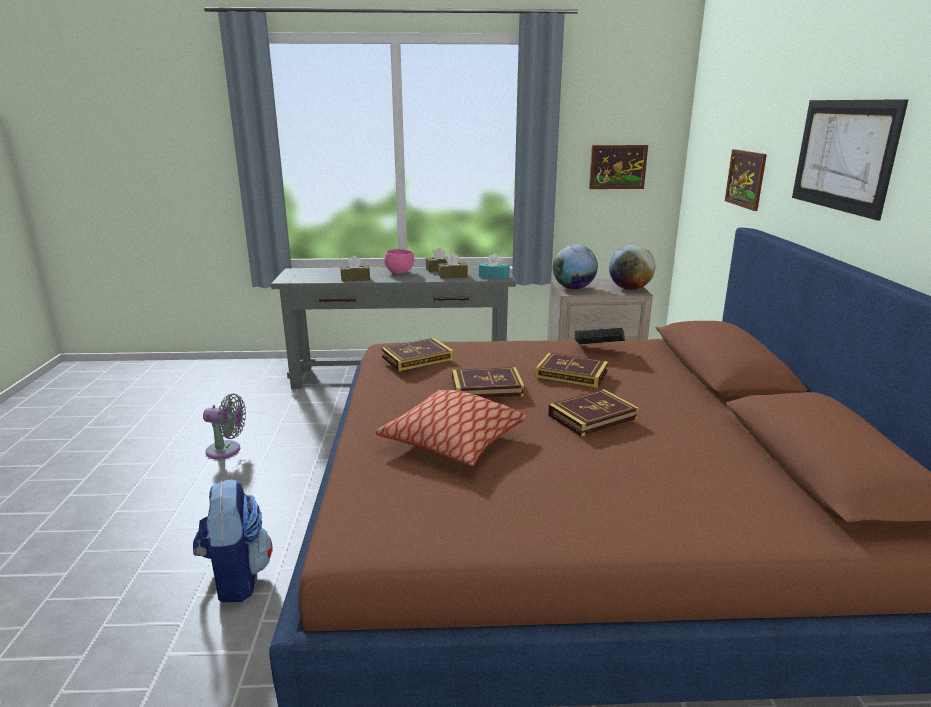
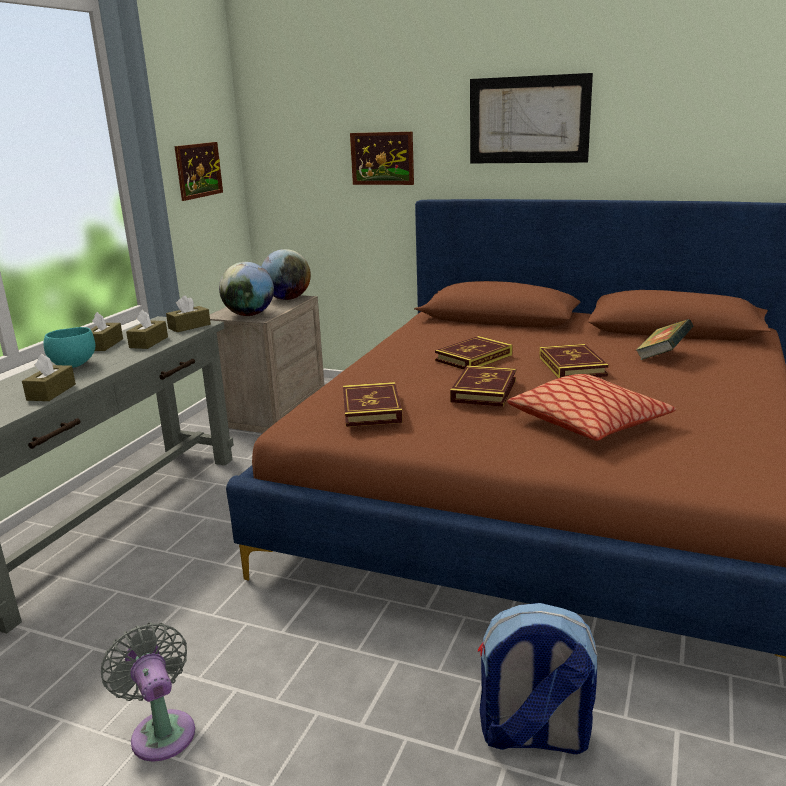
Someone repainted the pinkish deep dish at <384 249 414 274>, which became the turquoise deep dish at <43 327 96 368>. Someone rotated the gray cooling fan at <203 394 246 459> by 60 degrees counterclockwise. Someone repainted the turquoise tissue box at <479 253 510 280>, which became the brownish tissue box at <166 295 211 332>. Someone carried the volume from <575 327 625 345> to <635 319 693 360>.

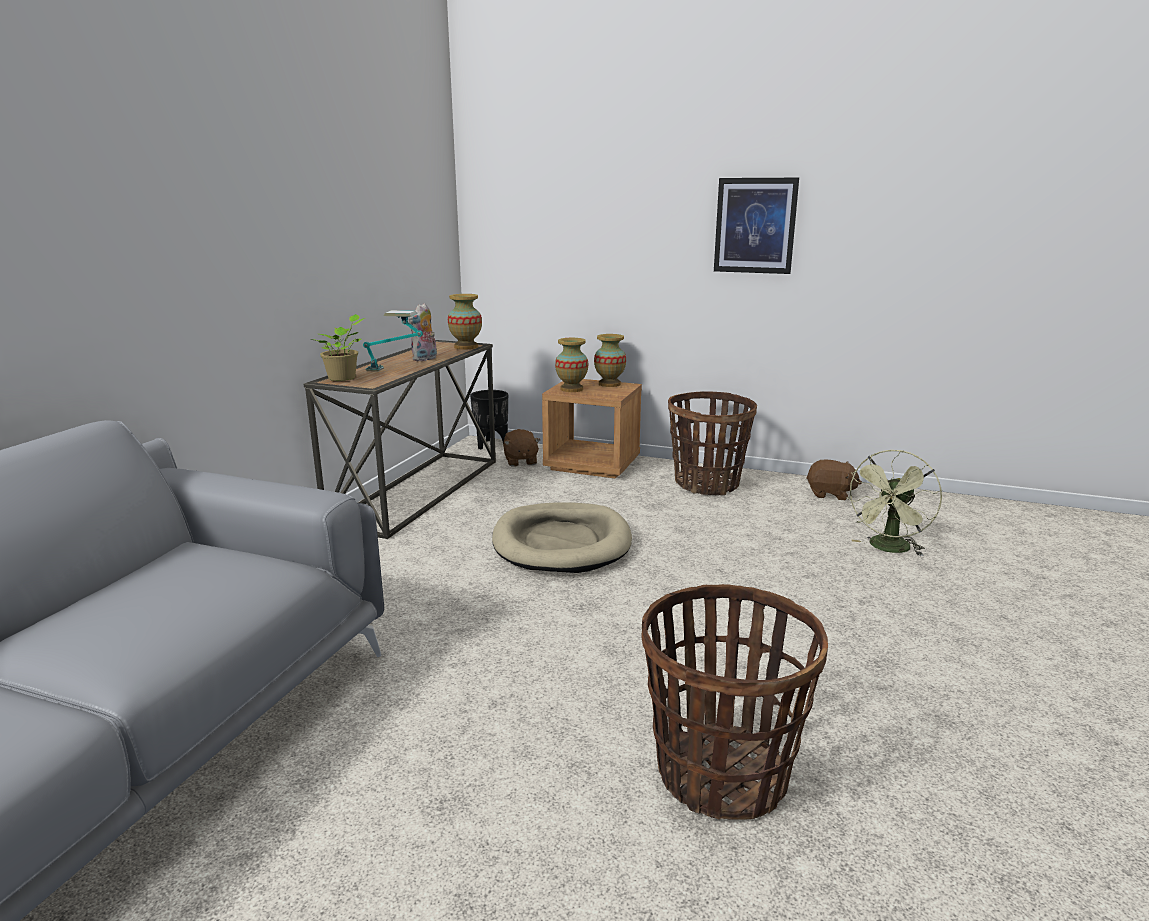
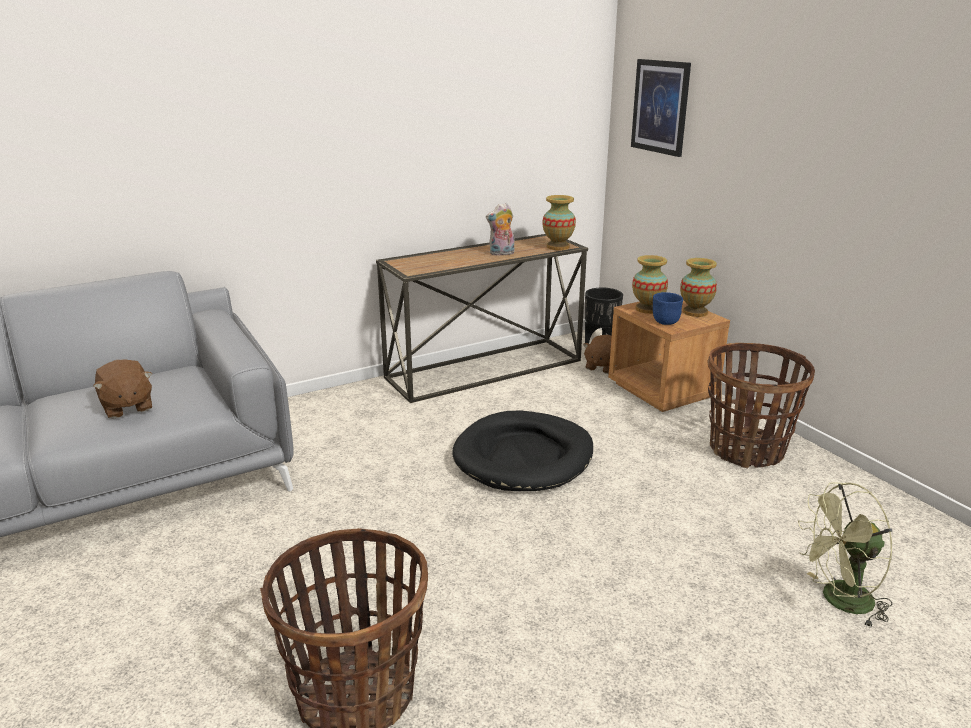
Someone carried the brownish cuddly toy from <806 460 862 500> to <93 359 152 419>. Someone repainted the beige-coloured dog cushion at <492 502 632 573>, which became the black-coloured dog cushion at <452 411 593 491>. Someone carried the picture from <714 178 799 274> to <631 59 691 157>. Someone put down the bluish deep dish at <653 292 683 325>. Someone took away the plant in a pot at <316 314 365 381>. Someone took away the tabletop lamp at <363 310 423 372>.

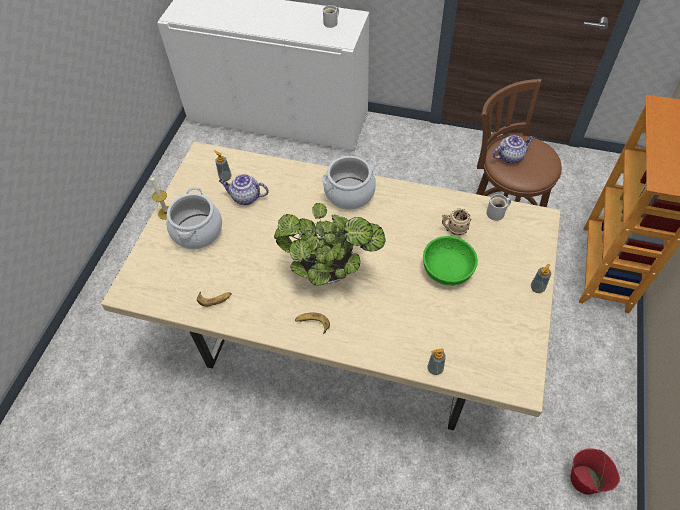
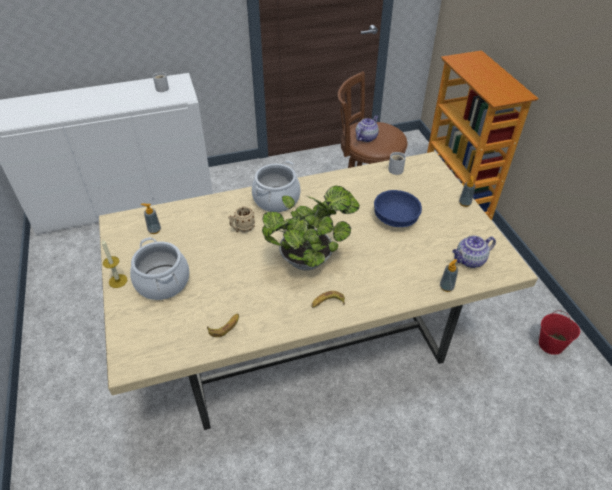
Someone carried the beige-coloured mug from <442 209 471 236> to <228 207 255 233>. Someone repainted the green deep dish at <423 236 478 286>, which became the bluish deep dish at <374 190 422 227>. Someone carried the tea pot from <219 174 268 205> to <452 235 496 268>.

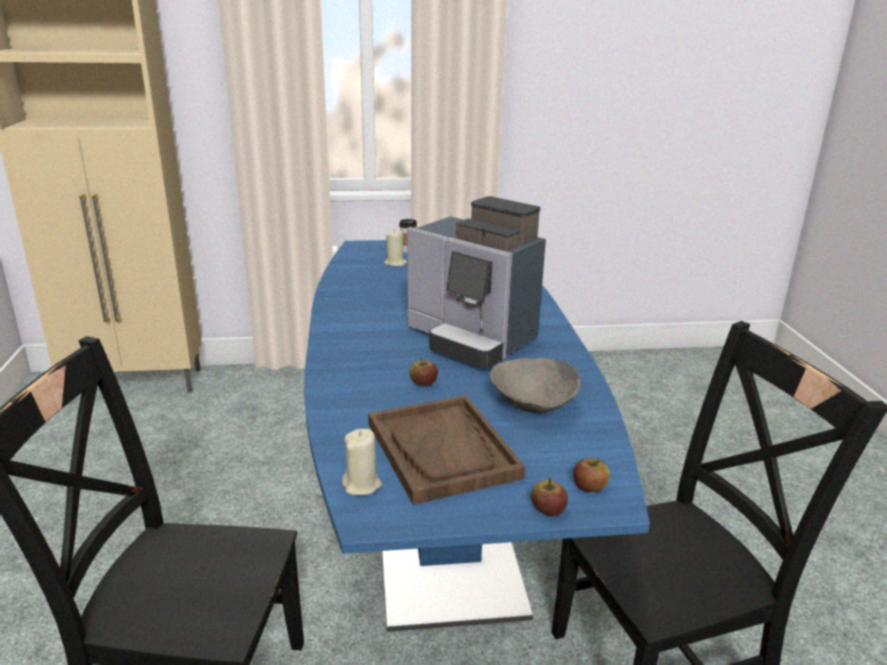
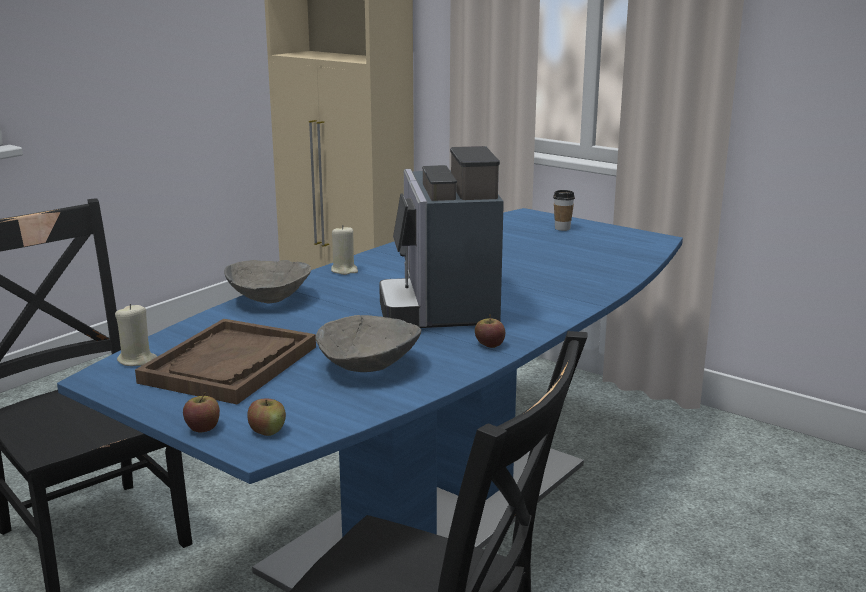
Someone put down the gray deep dish at <224 260 311 303>. Someone carried the beige-coloured candle from <384 230 407 266> to <331 225 358 275>. Someone carried the apple fruit from <409 358 438 386> to <475 314 505 348>.

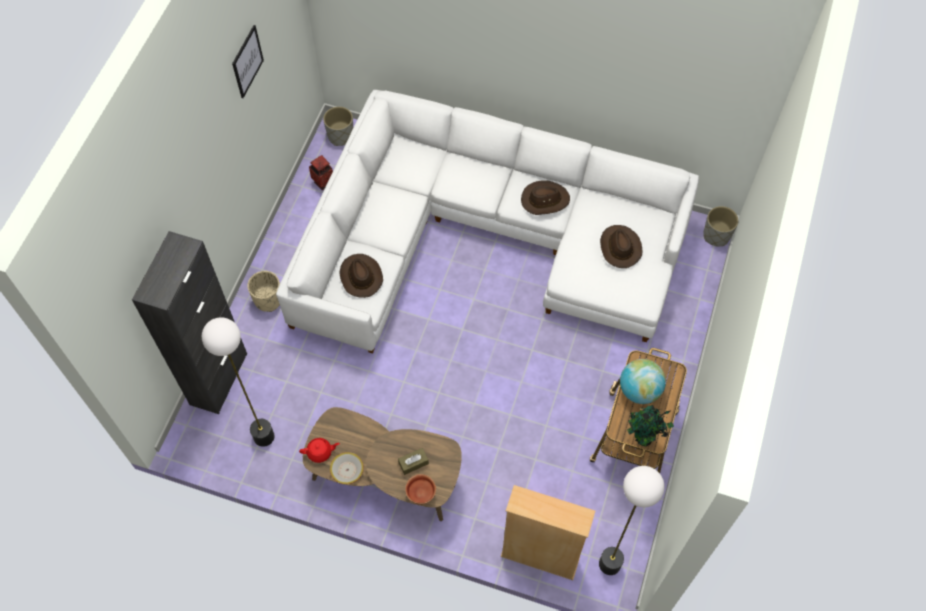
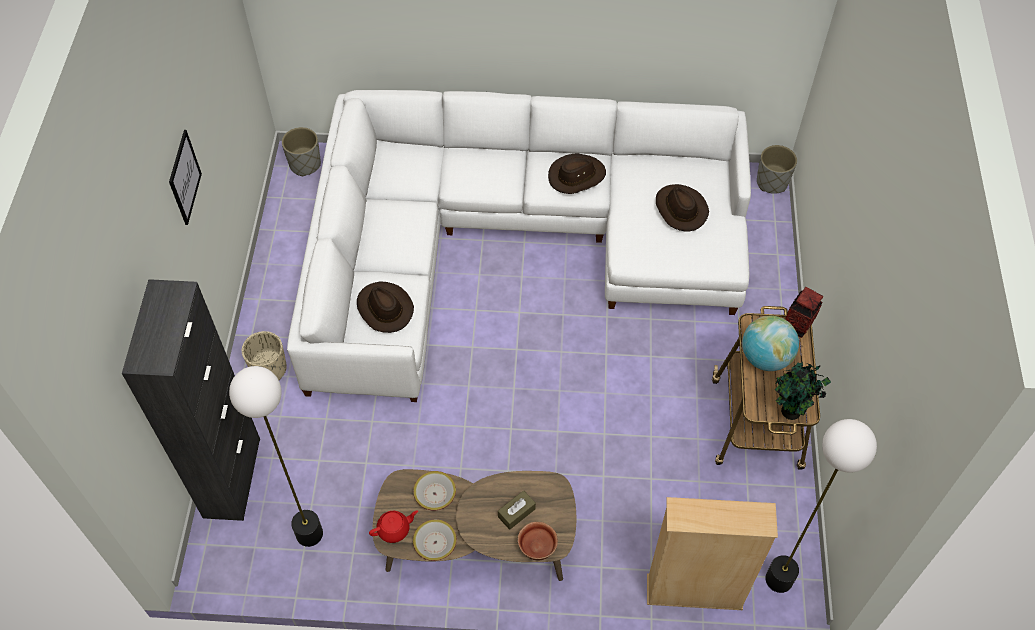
Someone carried the picture from <232 25 264 98> to <169 130 202 225>. Someone put down the deep dish at <413 471 456 511>. Someone carried the vase from <309 155 333 190> to <785 287 823 338>.

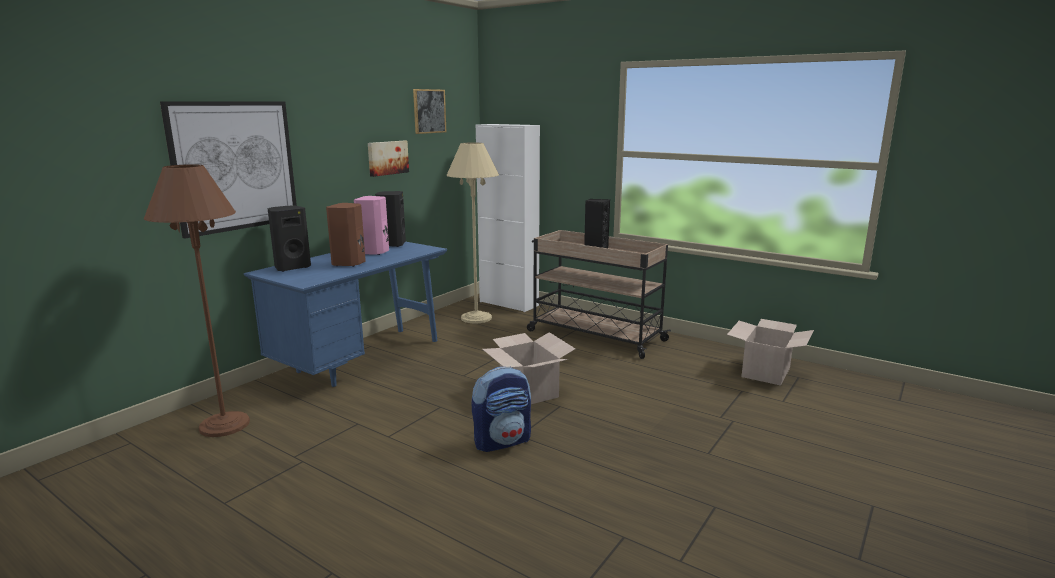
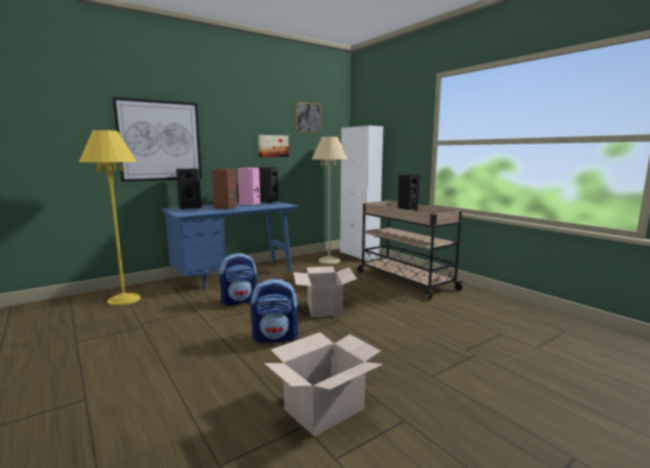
Someone repainted the brownish standard lamp at <144 164 250 437>, which became the yellow-coloured standard lamp at <79 130 141 306>. Someone put down the knapsack at <219 253 257 306>. Someone carried the carton from <727 319 814 386> to <264 332 383 437>.

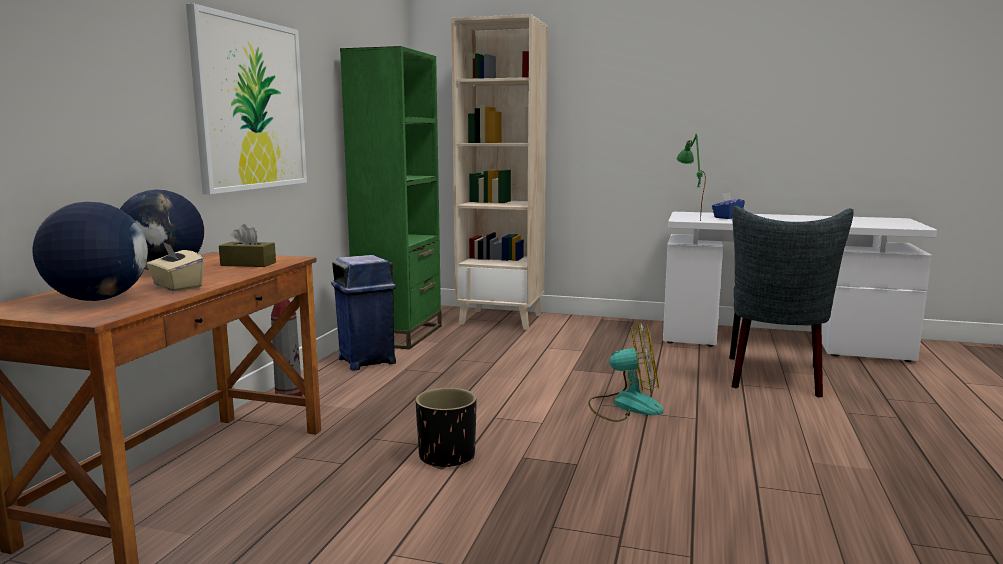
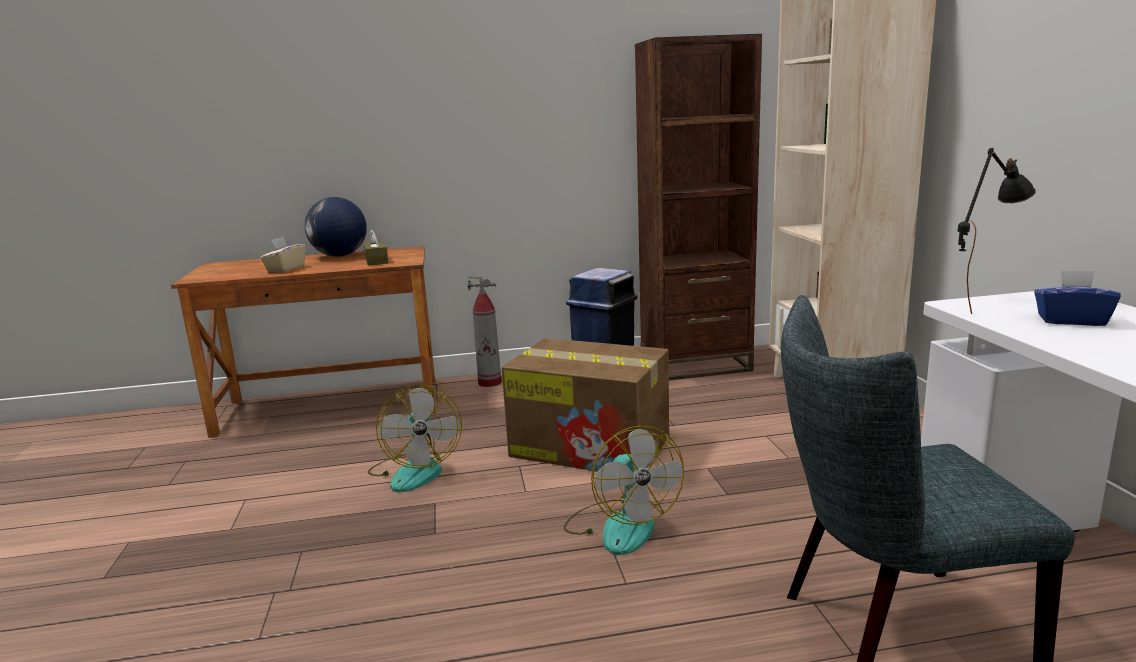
Someone swapped the black-coloured flower pot at <415 387 477 470> for the cooling fan at <368 385 462 492>. Someone put down the carton at <502 338 669 472>. Someone repainted the green bookcase at <340 46 442 350>, which became the brownish bookcase at <635 34 762 380>. Someone repainted the green tabletop lamp at <677 134 706 221>, which became the black-coloured tabletop lamp at <957 148 1036 314>. Someone took away the desk globe at <33 202 148 301>. Someone took away the picture at <186 4 307 194>.

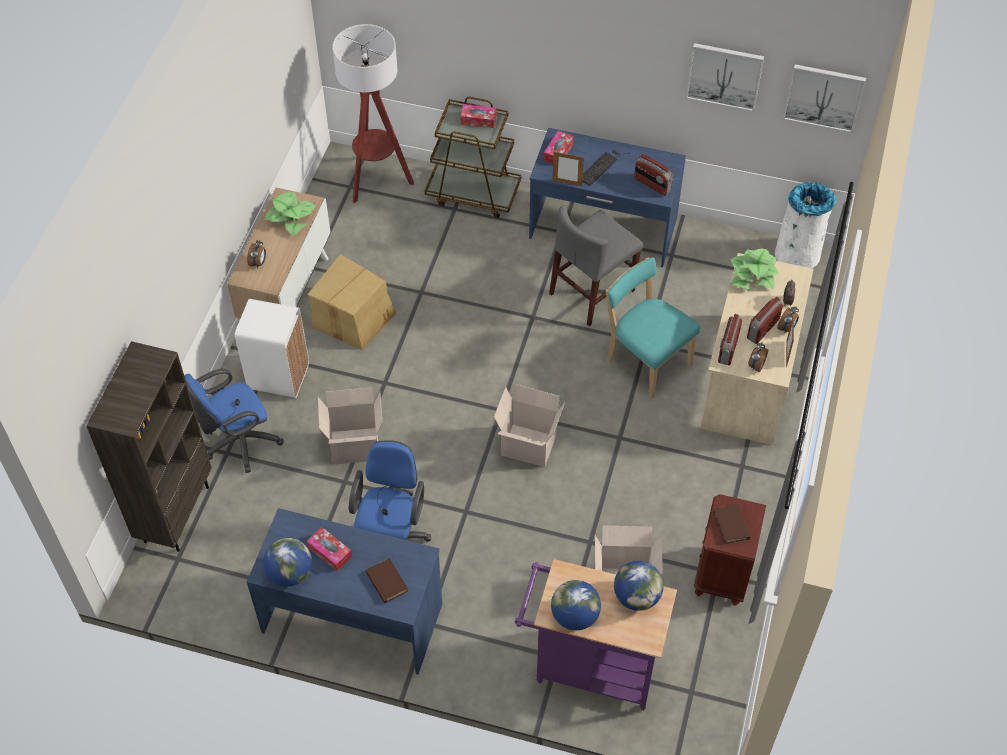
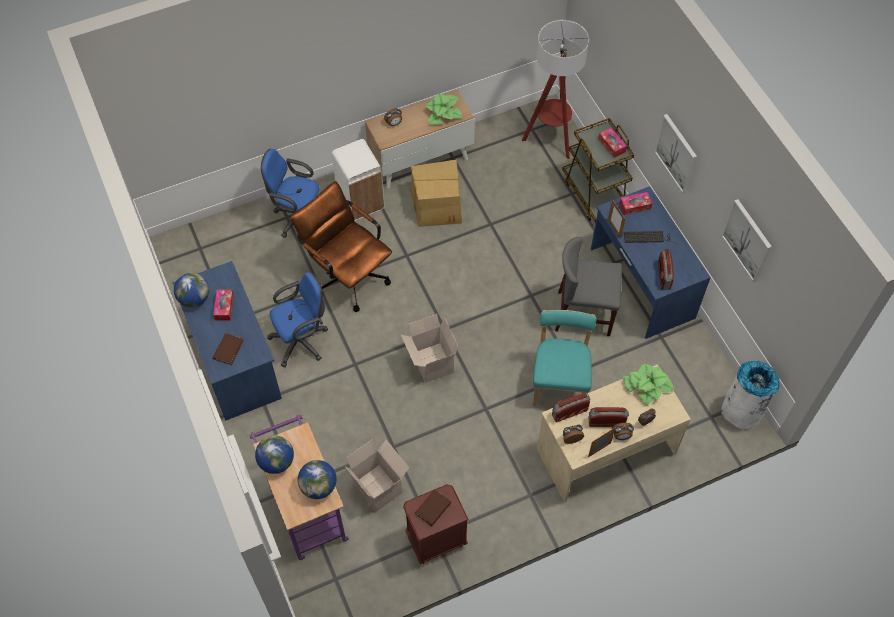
Someone swapped the carton at <318 387 383 464> for the brownish computer chair at <290 181 392 312>. Someone carried the picture from <783 64 866 133> to <654 114 697 193>. Someone took away the brownish bookcase at <86 341 212 552>.

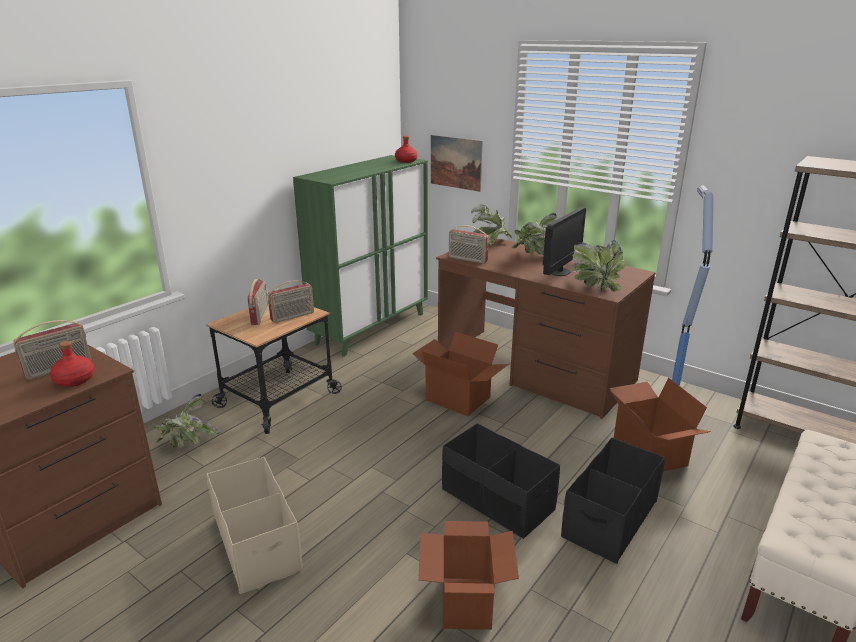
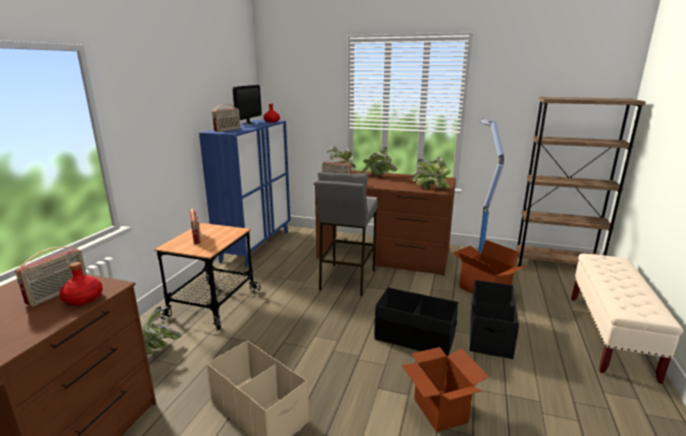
Someone repainted the green cabinet at <293 155 428 357>, which became the bluish cabinet at <199 120 291 267>. Someone carried the radio set from <268 281 314 323> to <212 104 240 132>. Someone carried the monitor from <543 207 586 276> to <233 85 262 125>. Someone swapped the carton at <412 332 508 416> for the gray stool at <316 172 378 296>. Someone took away the picture at <431 135 483 192>.

